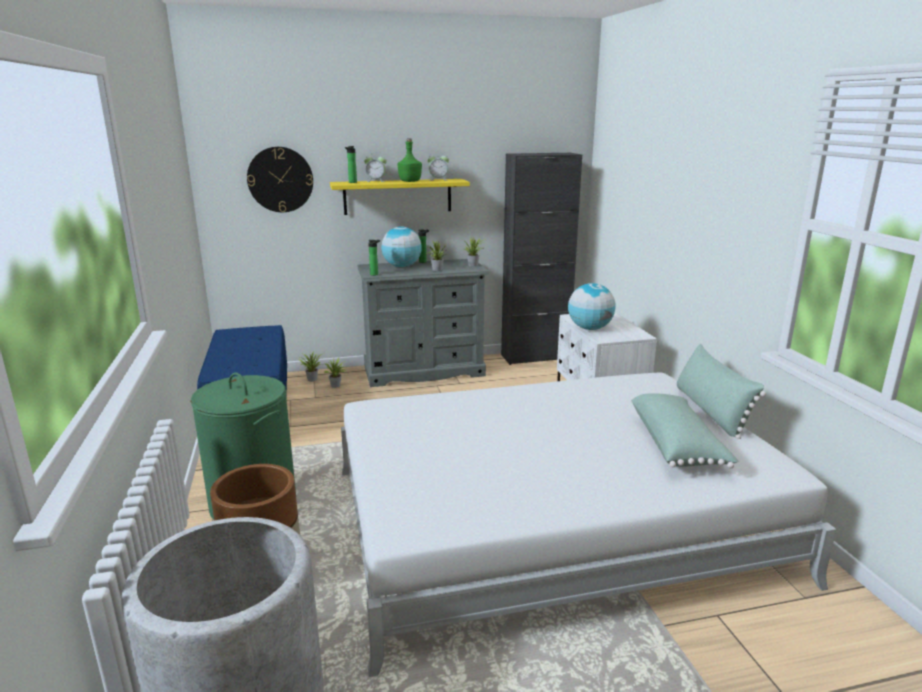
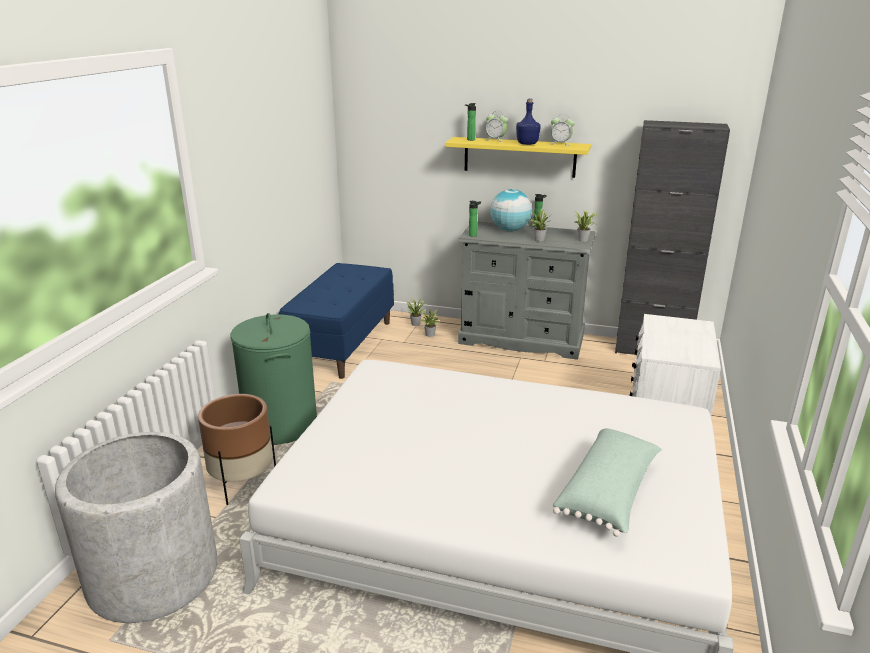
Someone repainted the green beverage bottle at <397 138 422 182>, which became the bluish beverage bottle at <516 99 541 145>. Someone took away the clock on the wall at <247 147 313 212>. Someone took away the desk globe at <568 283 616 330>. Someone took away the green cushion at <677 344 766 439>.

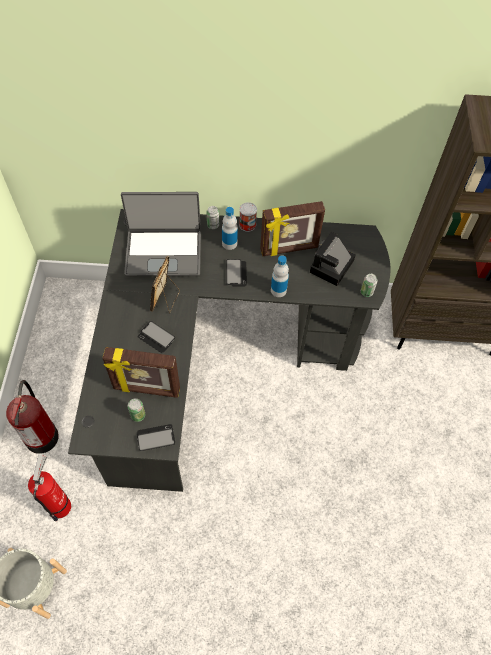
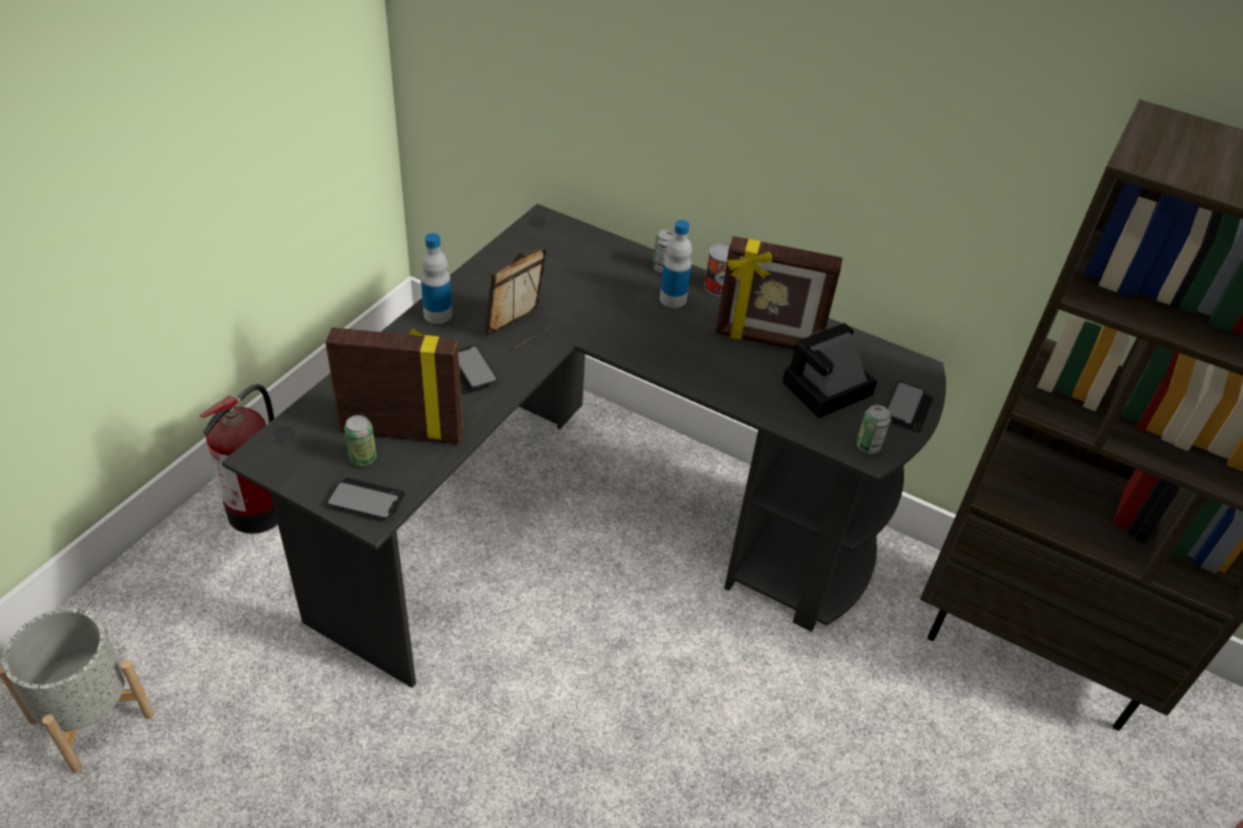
Someone rotated the picture frame at <102 347 180 398> by 150 degrees clockwise. Someone carried the beverage bottle from <271 255 289 297> to <421 233 452 324>. Someone carried the phone from <226 259 247 286> to <887 382 933 432>. Someone took away the fire-fighting cylinder at <28 454 71 521>. Someone took away the portable computer at <121 192 201 276>.

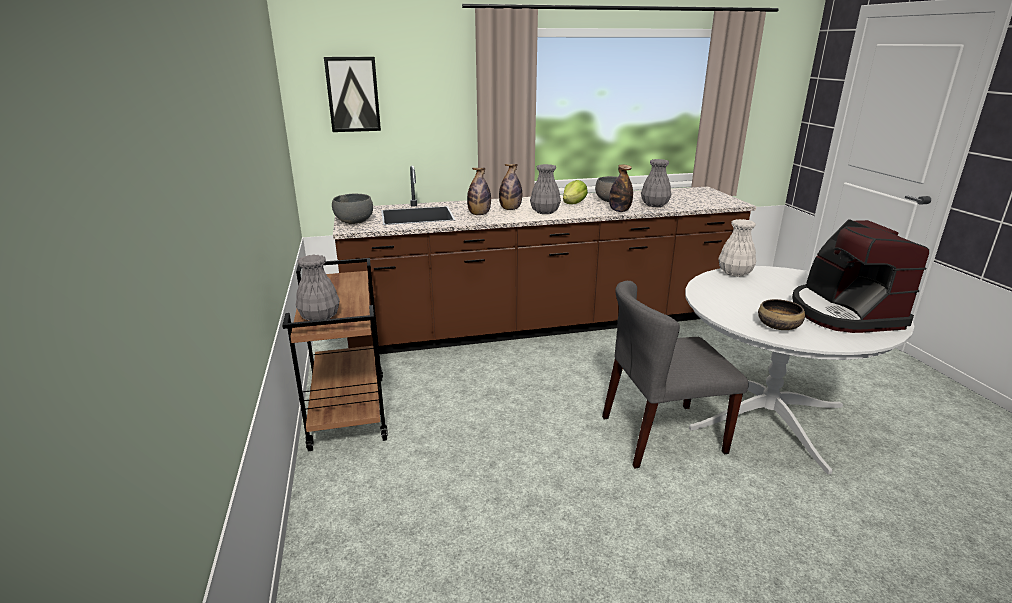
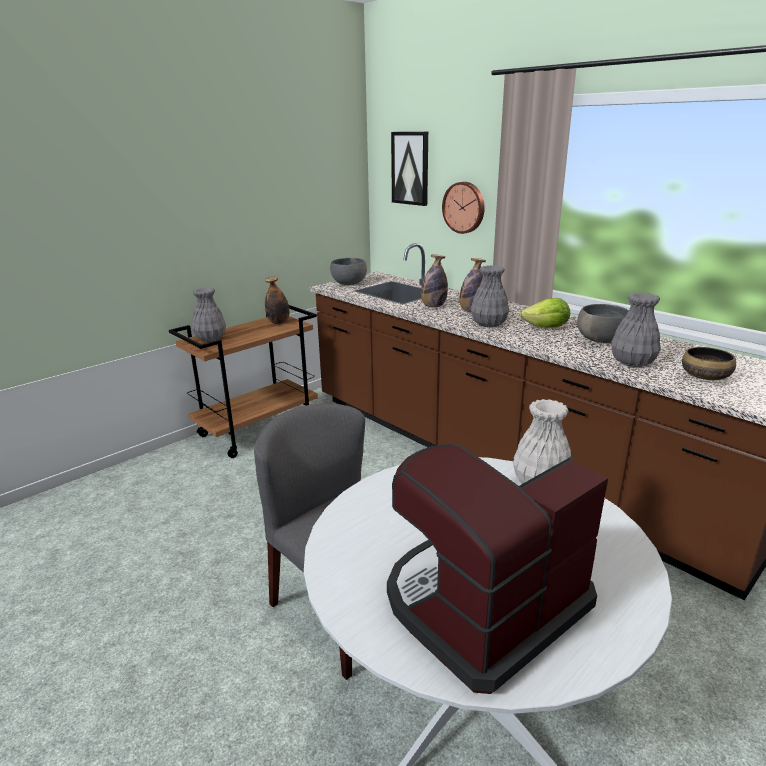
Someone carried the beverage bottle from <609 165 633 212> to <265 276 290 324>. Someone put up the clock on the wall at <442 182 485 234>. Someone carried the deep dish from <758 299 805 330> to <682 347 736 380>.

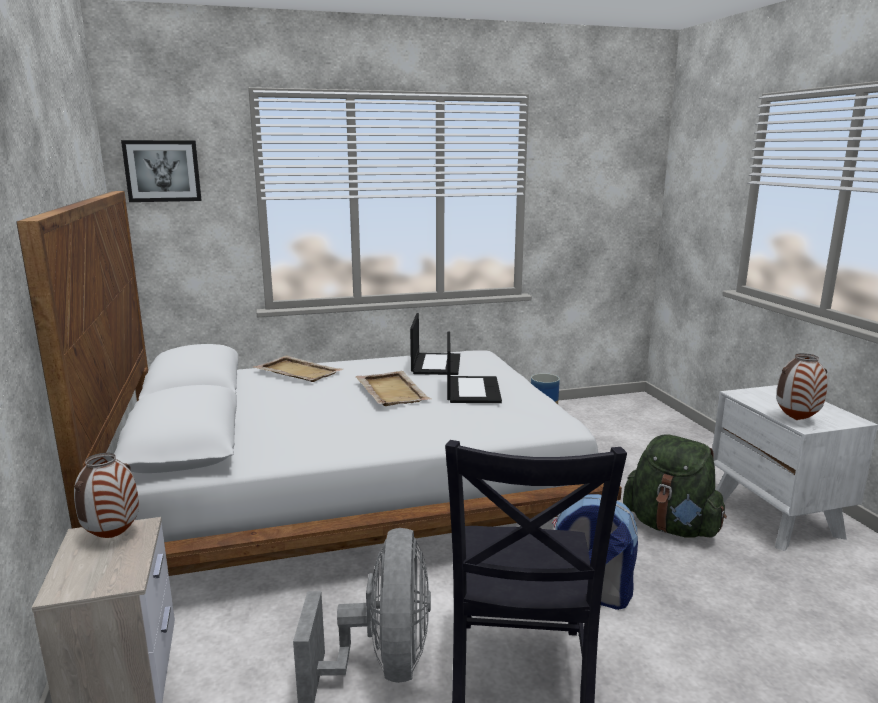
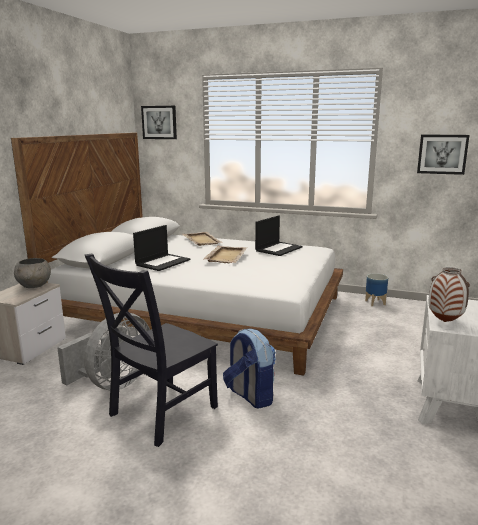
Someone swapped the vase at <74 453 139 538> for the gray deep dish at <14 258 51 288>. Someone carried the portable computer from <447 332 502 403> to <133 225 190 271>. Someone put up the picture at <417 135 470 175>. Someone took away the green knapsack at <623 434 727 537>.

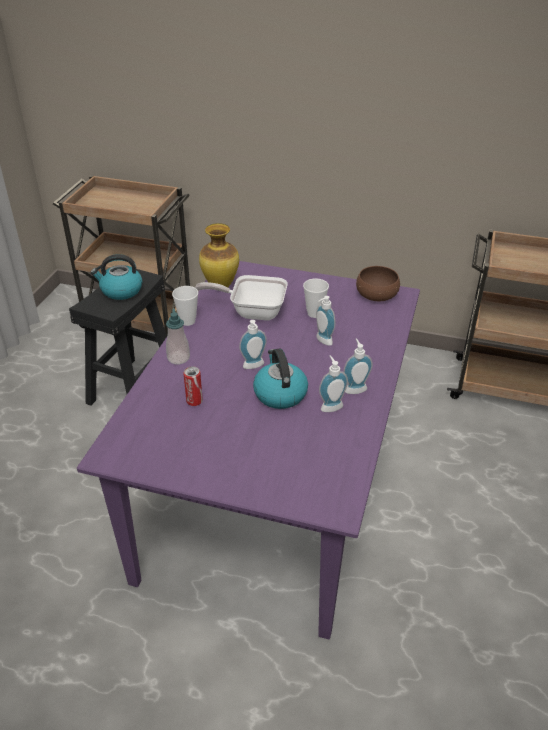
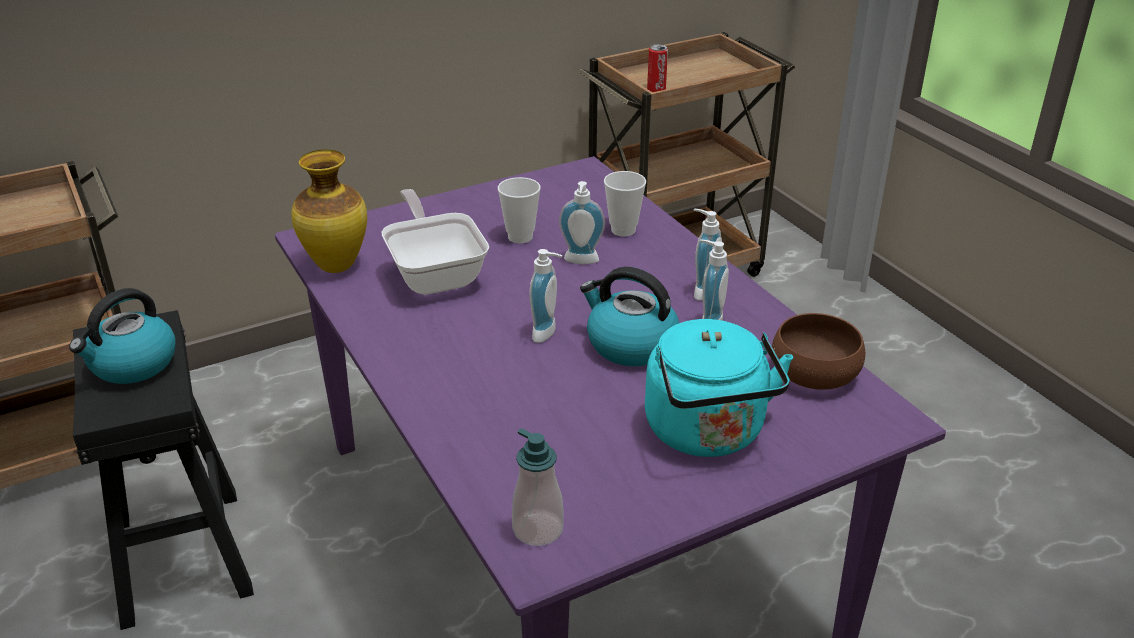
Someone rotated the frying pan at <195 275 288 320> by 105 degrees clockwise. Someone carried the liquid soap bottle from <166 309 190 365> to <512 428 563 546>. Someone carried the drinking cup from <172 286 198 326> to <604 171 646 236>. Someone put down the turquoise water kettle at <645 319 793 457>. Someone carried the metal can from <183 366 203 406> to <647 44 668 92>. Someone carried the brownish deep dish from <356 266 400 301> to <772 313 865 390>.

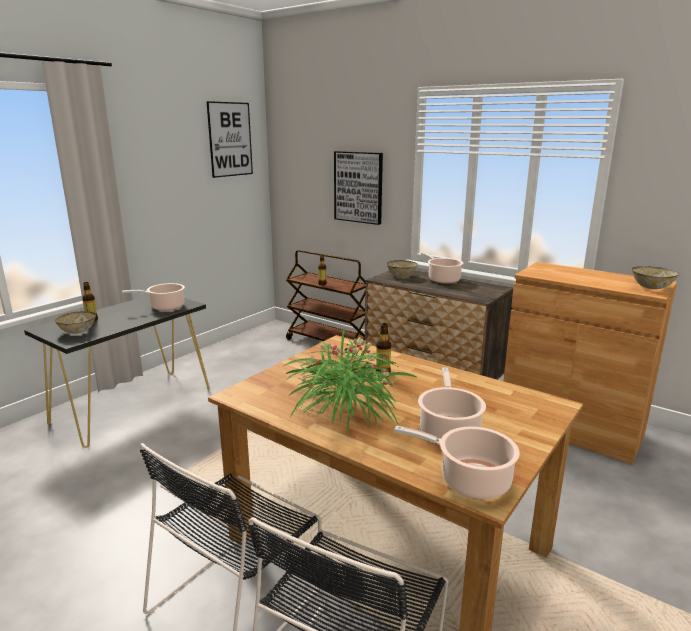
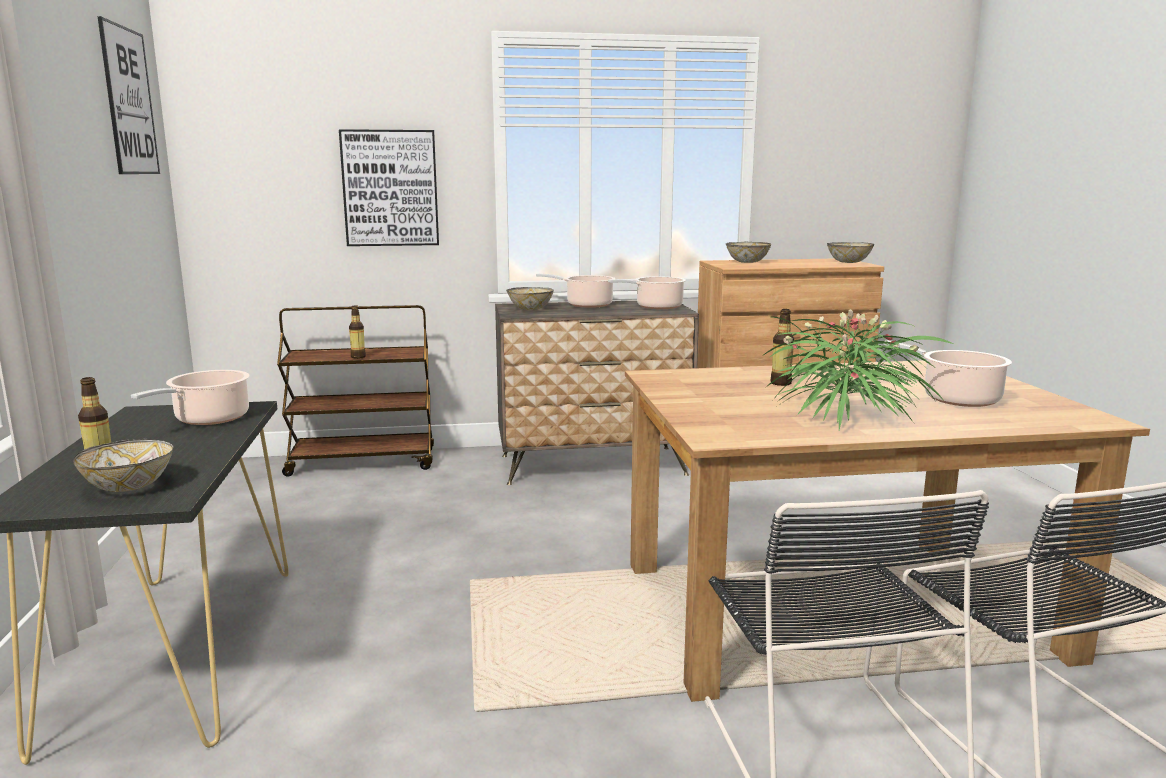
Someone carried the stockpot from <394 426 520 499> to <608 277 686 309>. Someone put down the deep dish at <726 242 771 263>.

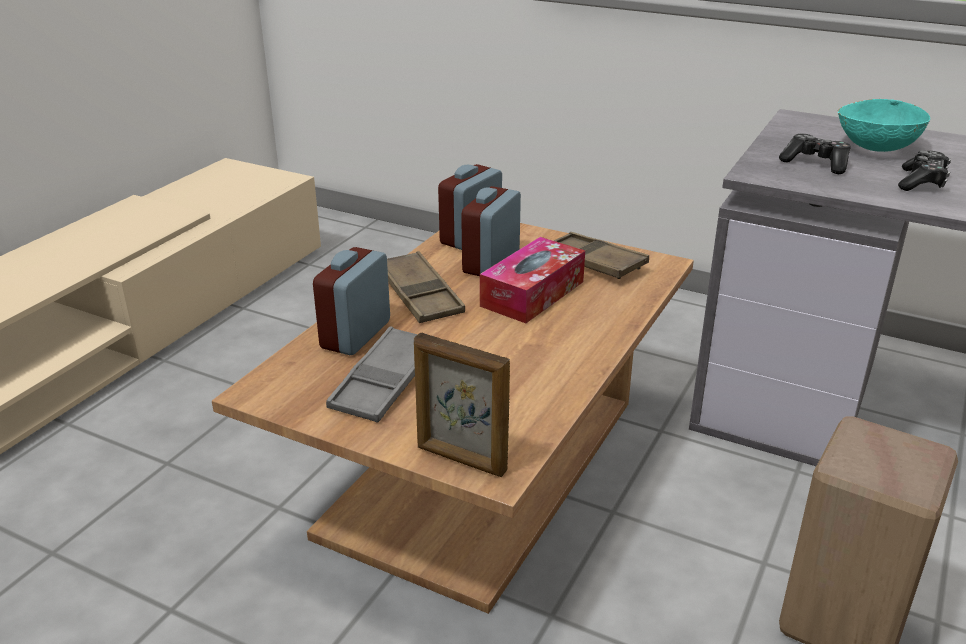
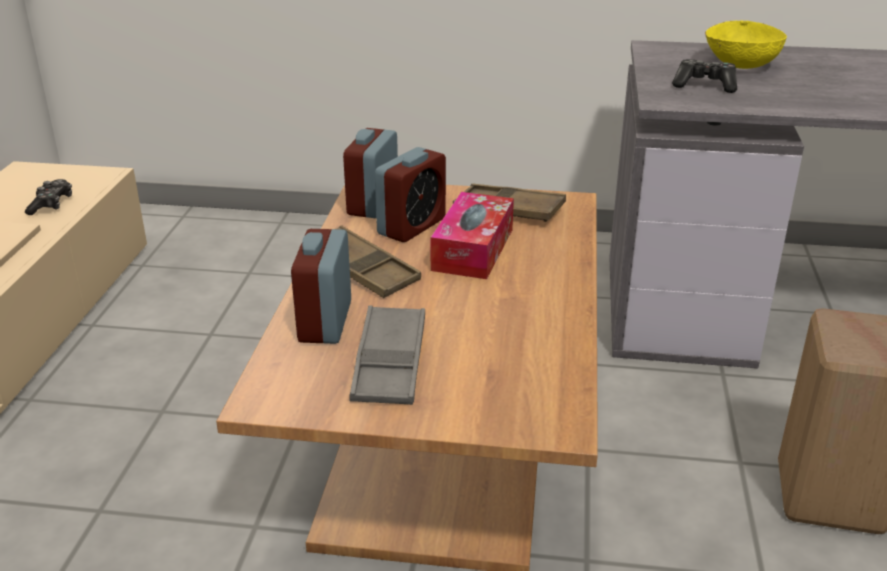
Someone carried the gamepad from <898 150 951 191> to <25 179 72 215>. Someone rotated the alarm clock at <461 186 521 276> by 150 degrees counterclockwise. Someone repainted the turquoise deep dish at <837 99 930 152>, which became the yellow-coloured deep dish at <705 20 787 69>. Someone took away the picture frame at <414 333 510 477>.

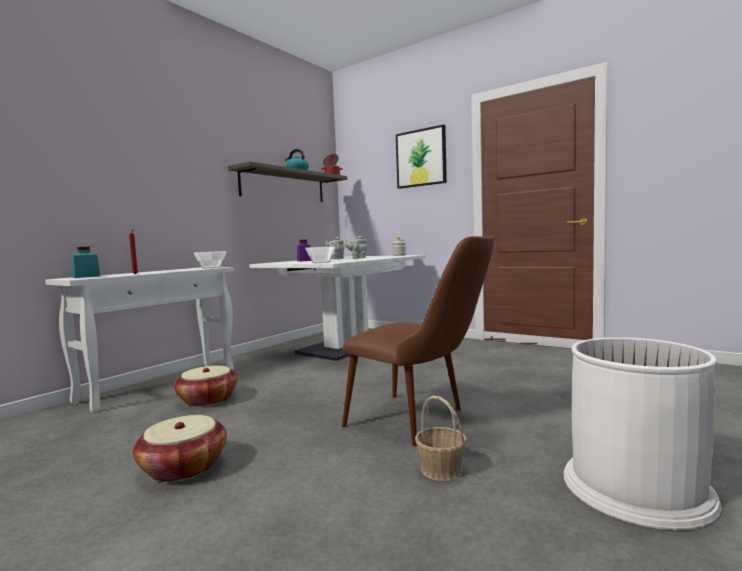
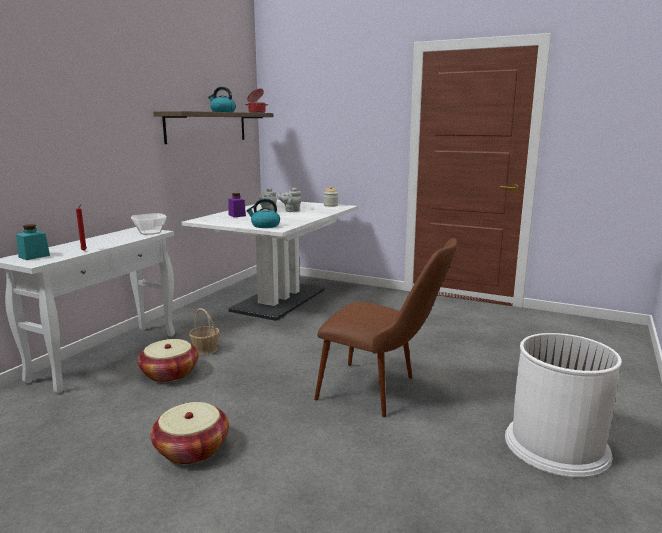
Someone carried the basket from <415 396 467 481> to <189 308 220 355>. Someone swapped the deep dish at <305 246 336 263> for the water kettle at <246 199 280 228>. Someone took away the picture at <396 125 447 189>.

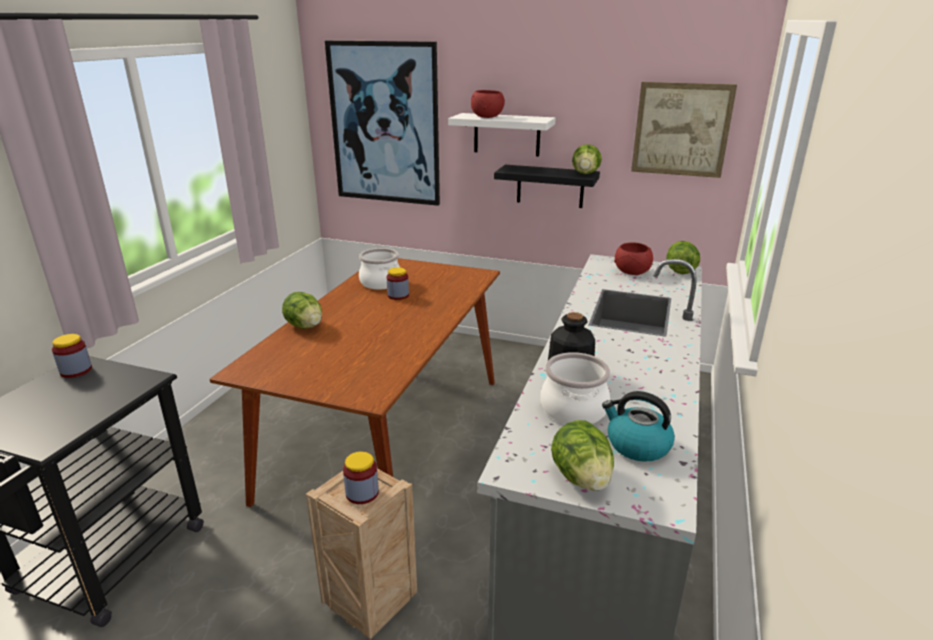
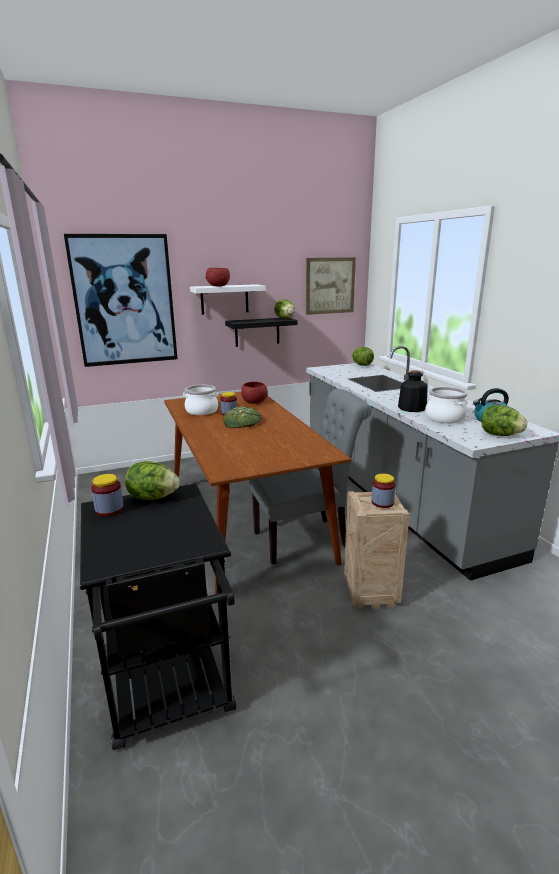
Someone carried the lettuce from <282 292 322 329> to <125 461 180 500>. Someone put down the bread at <223 407 261 428>. Someone carried the reddish deep dish from <614 242 653 275> to <241 382 268 404>. Someone put down the gray upright chair at <249 389 371 565>.

